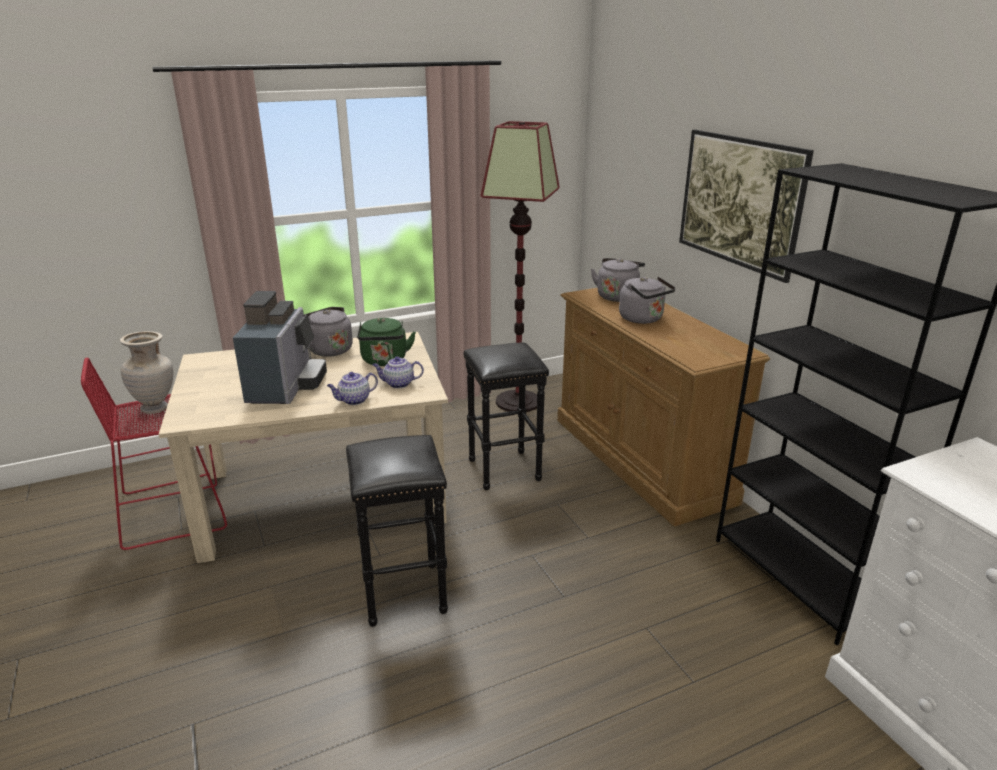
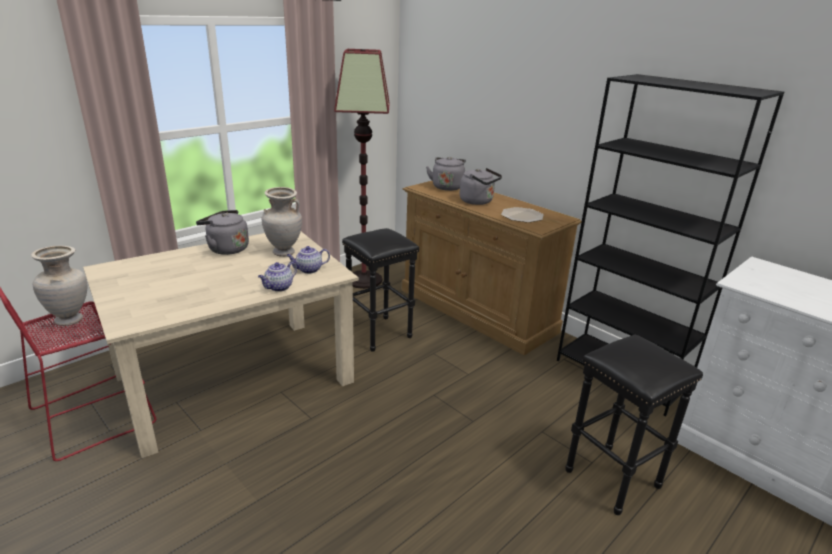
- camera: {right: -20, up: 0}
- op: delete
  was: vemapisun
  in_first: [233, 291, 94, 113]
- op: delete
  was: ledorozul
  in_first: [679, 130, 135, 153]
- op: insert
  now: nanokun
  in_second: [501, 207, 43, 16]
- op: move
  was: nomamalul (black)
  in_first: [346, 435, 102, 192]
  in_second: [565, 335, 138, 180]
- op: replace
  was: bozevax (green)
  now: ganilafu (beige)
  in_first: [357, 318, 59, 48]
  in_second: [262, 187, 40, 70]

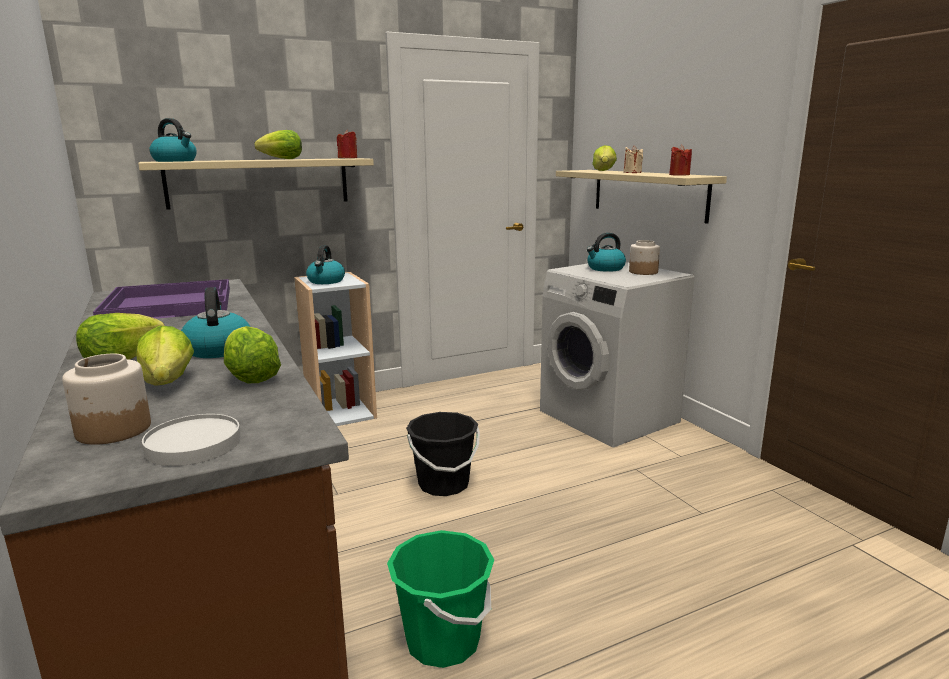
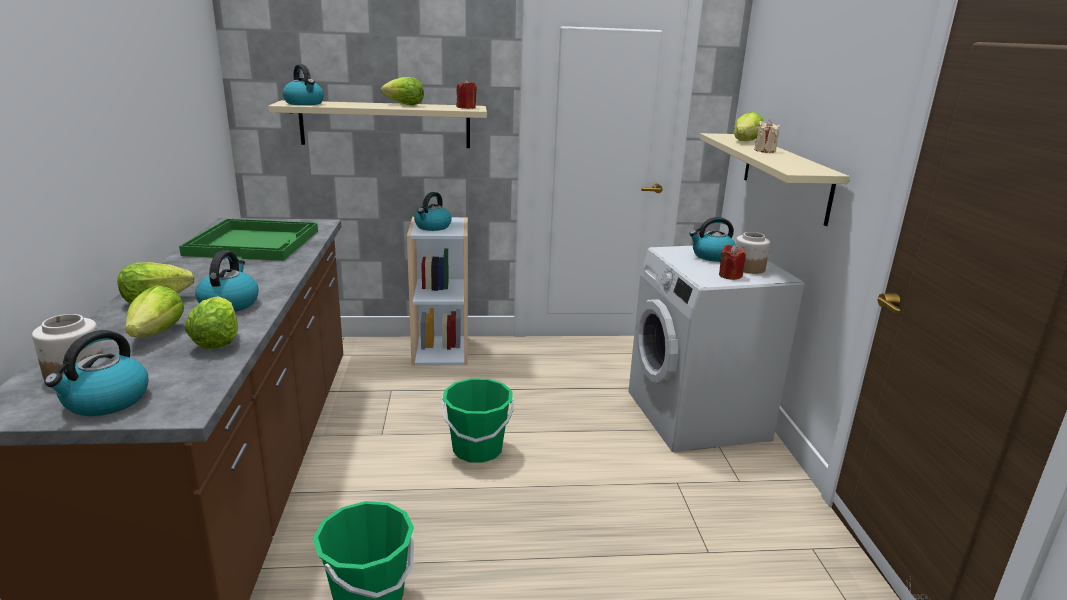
- camera: {right: 20, up: 5}
- op: move
  was: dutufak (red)
  in_first: [669, 145, 23, 31]
  in_second: [719, 245, 27, 35]
- op: replace
  was: nanokun (white)
  now: bozevax
  in_first: [142, 414, 99, 52]
  in_second: [44, 330, 104, 86]
- op: recolor
  was: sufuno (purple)
  now: sufuno (green)
  in_first: [93, 279, 137, 40]
  in_second: [179, 219, 139, 42]
- op: recolor
  was: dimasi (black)
  now: dimasi (green)
  in_first: [406, 412, 74, 84]
  in_second: [441, 378, 73, 85]

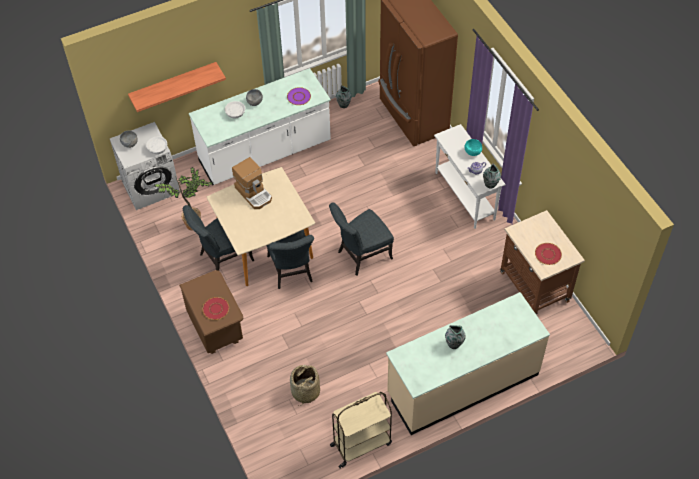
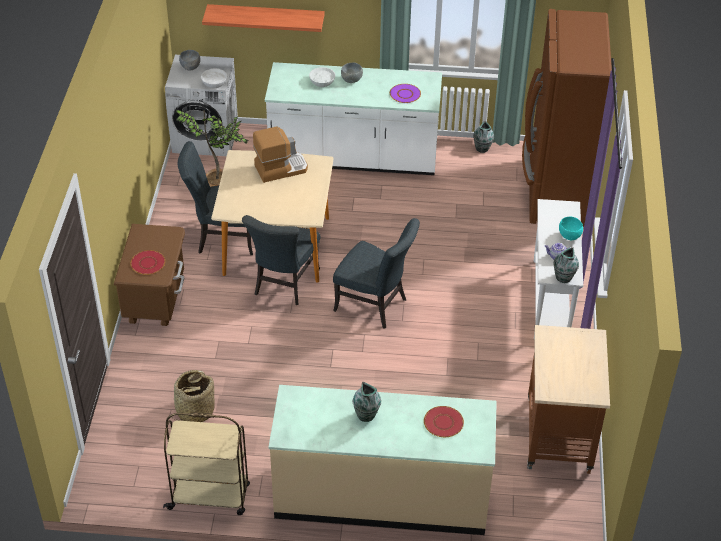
- camera: {right: 30, up: -10}
- op: move
  was: nanokun (red)
  in_first: [535, 243, 27, 22]
  in_second: [424, 406, 40, 31]
- op: rotate
  was: vemapisun
  in_first: [232, 157, 40, 52]
  in_second: [253, 127, 55, 56]
  clockwise: -105
- op: rotate
  was: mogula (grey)
  in_first: [329, 203, 65, 73]
  in_second: [333, 218, 87, 111]
  clockwise: -150

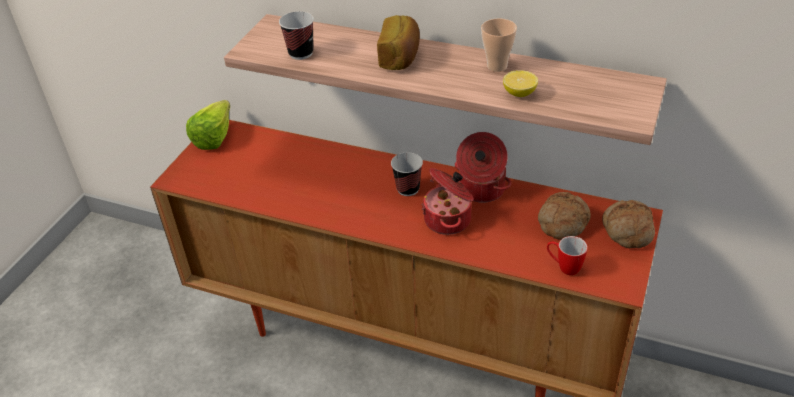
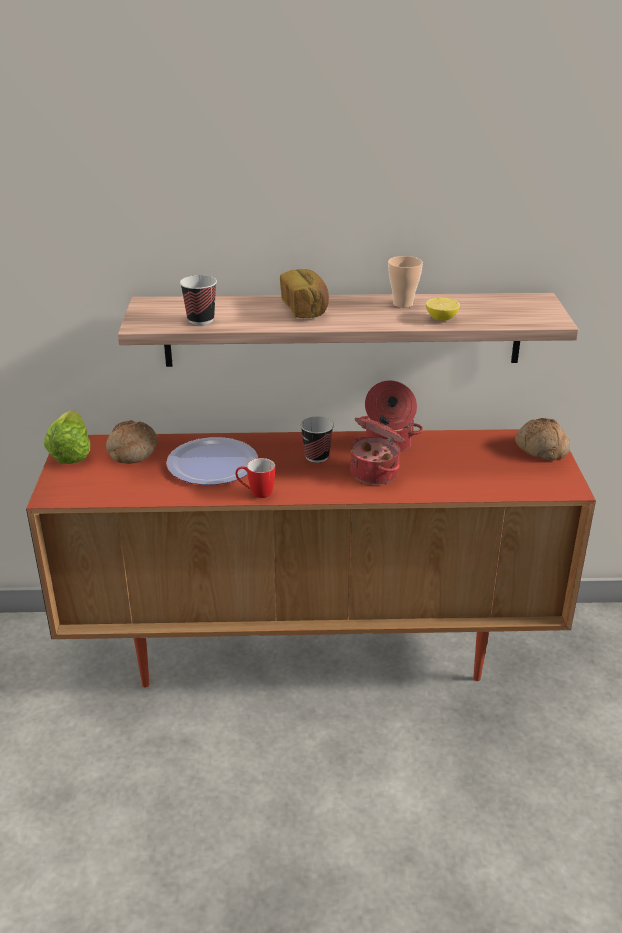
- camera: {right: -25, up: -10}
- op: insert
  now: nanokun
  in_second: [166, 437, 92, 48]
- op: move
  was: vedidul
  in_first: [538, 192, 53, 48]
  in_second: [106, 420, 52, 44]
- op: move
  was: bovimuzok
  in_first: [547, 236, 41, 39]
  in_second: [235, 458, 40, 40]

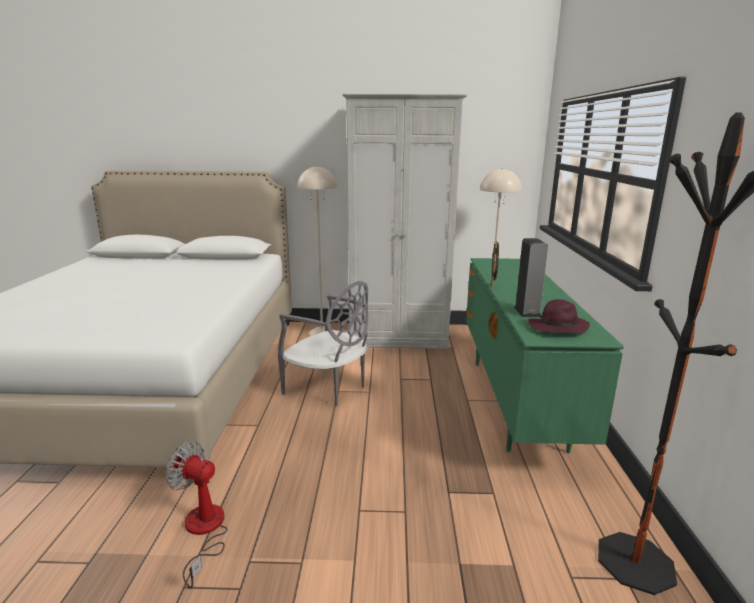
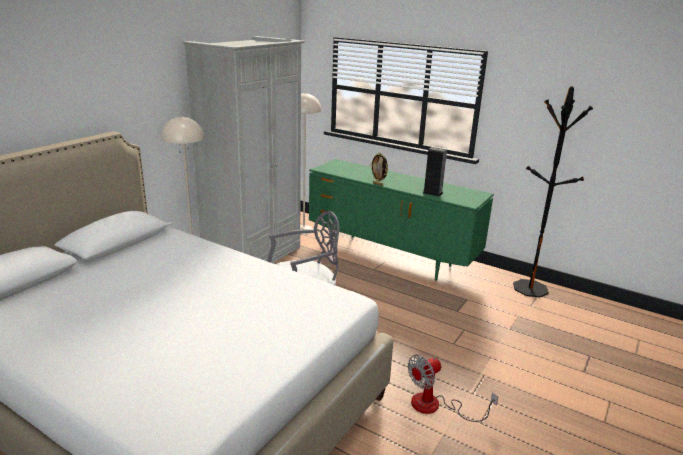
- camera: {right: -60, up: 5}
- op: delete
  was: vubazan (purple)
  in_first: [528, 299, 62, 35]

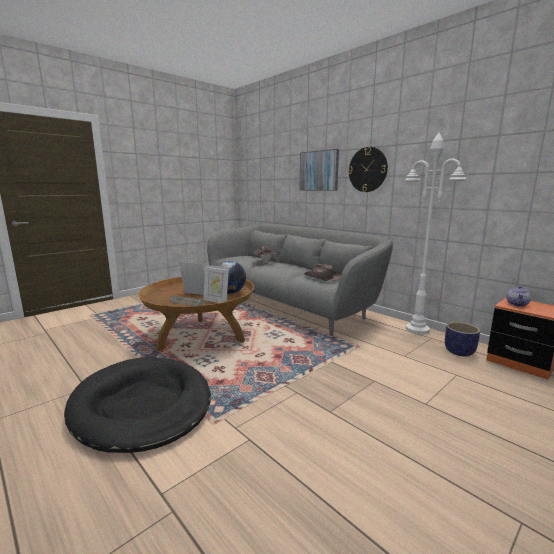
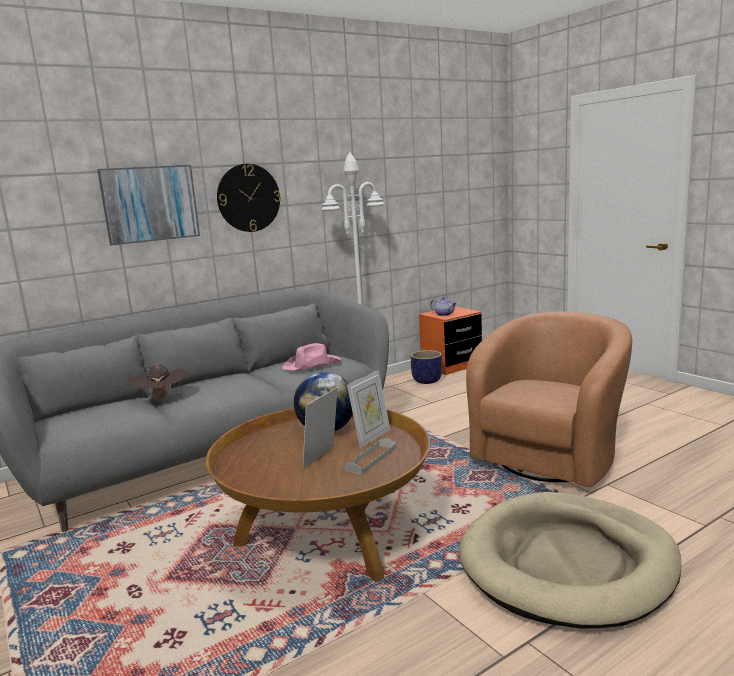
- camera: {right: -80, up: 0}
- op: insert
  now: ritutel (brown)
  in_second: [466, 312, 166, 175]
- op: recolor
  was: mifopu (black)
  now: mifopu (beige)
  in_first: [64, 357, 147, 96]
  in_second: [459, 492, 223, 136]
- op: recolor
  was: vubazan (brown)
  now: vubazan (pink)
  in_first: [304, 264, 37, 17]
  in_second: [282, 343, 59, 28]

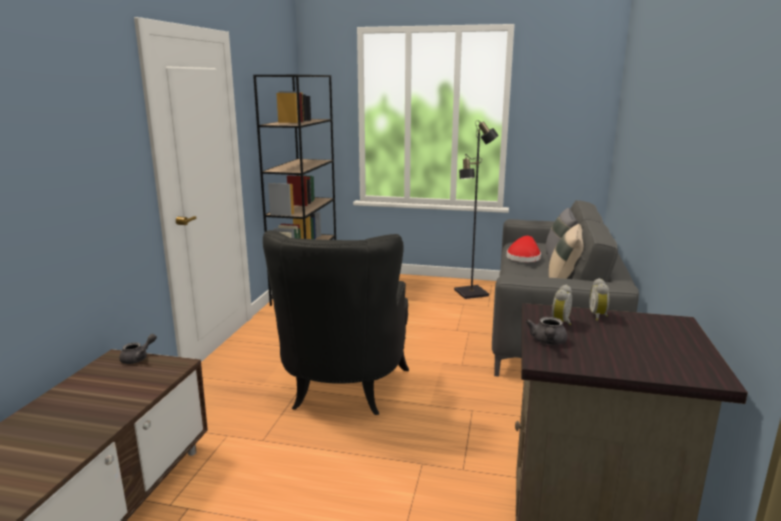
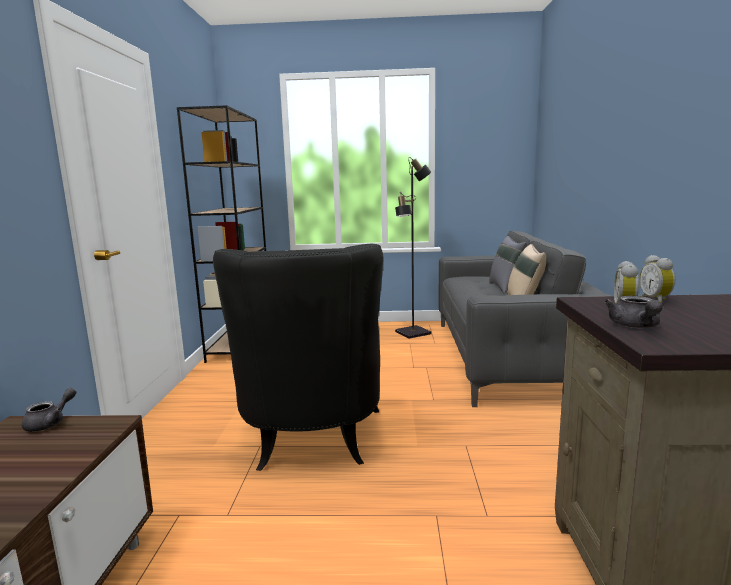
- camera: {right: -10, up: -5}
- op: delete
  was: vubazan (red)
  in_first: [507, 236, 34, 26]

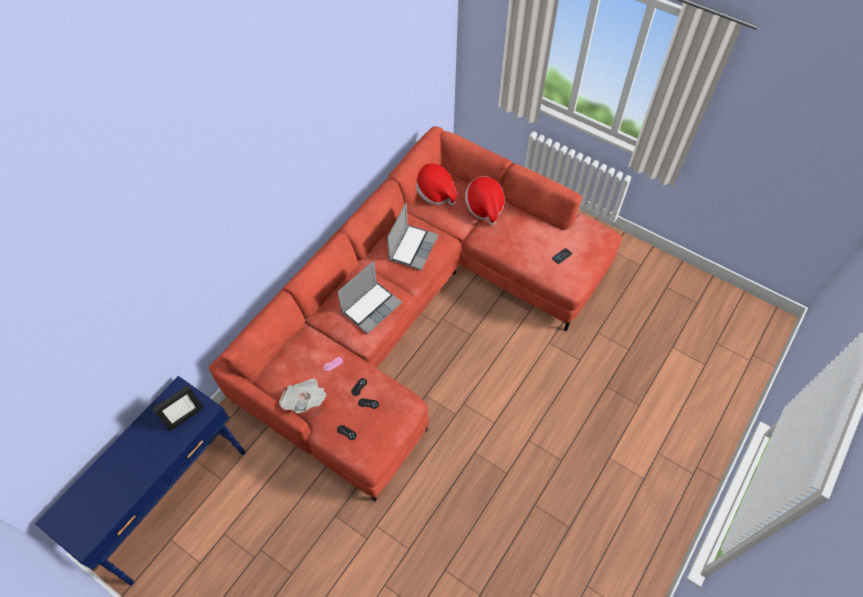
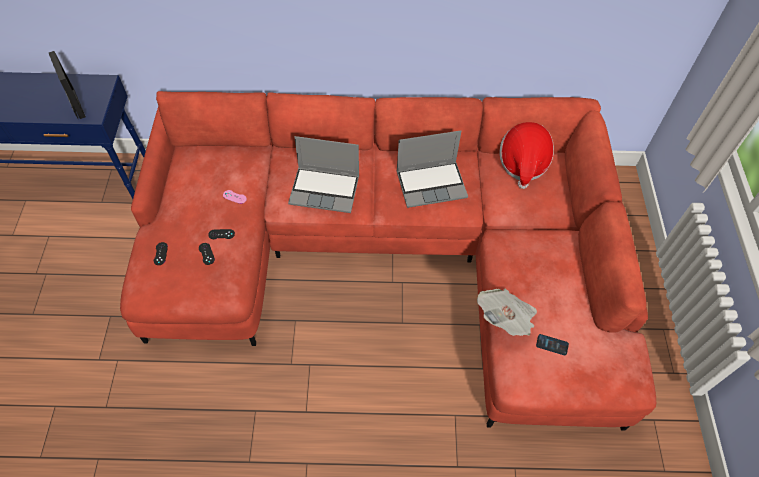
- camera: {right: 55, up: 0}
- op: delete
  was: vubazan
  in_first: [465, 176, 40, 50]
- op: move
  was: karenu
  in_first: [279, 378, 48, 35]
  in_second: [477, 289, 60, 47]
- op: rotate
  was: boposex
  in_first: [152, 385, 51, 46]
  in_second: [49, 51, 37, 69]
  clockwise: -135

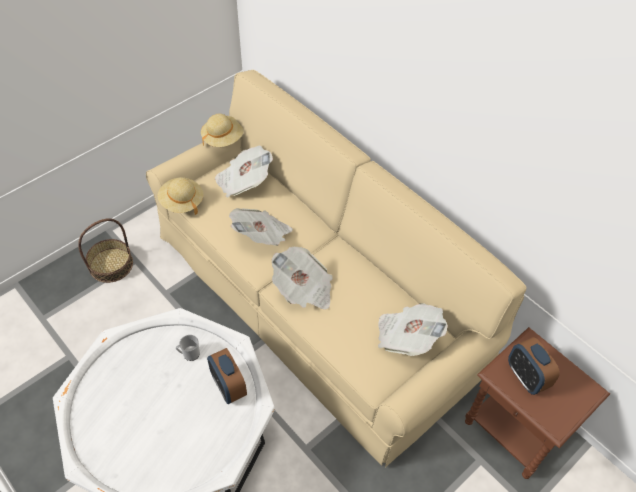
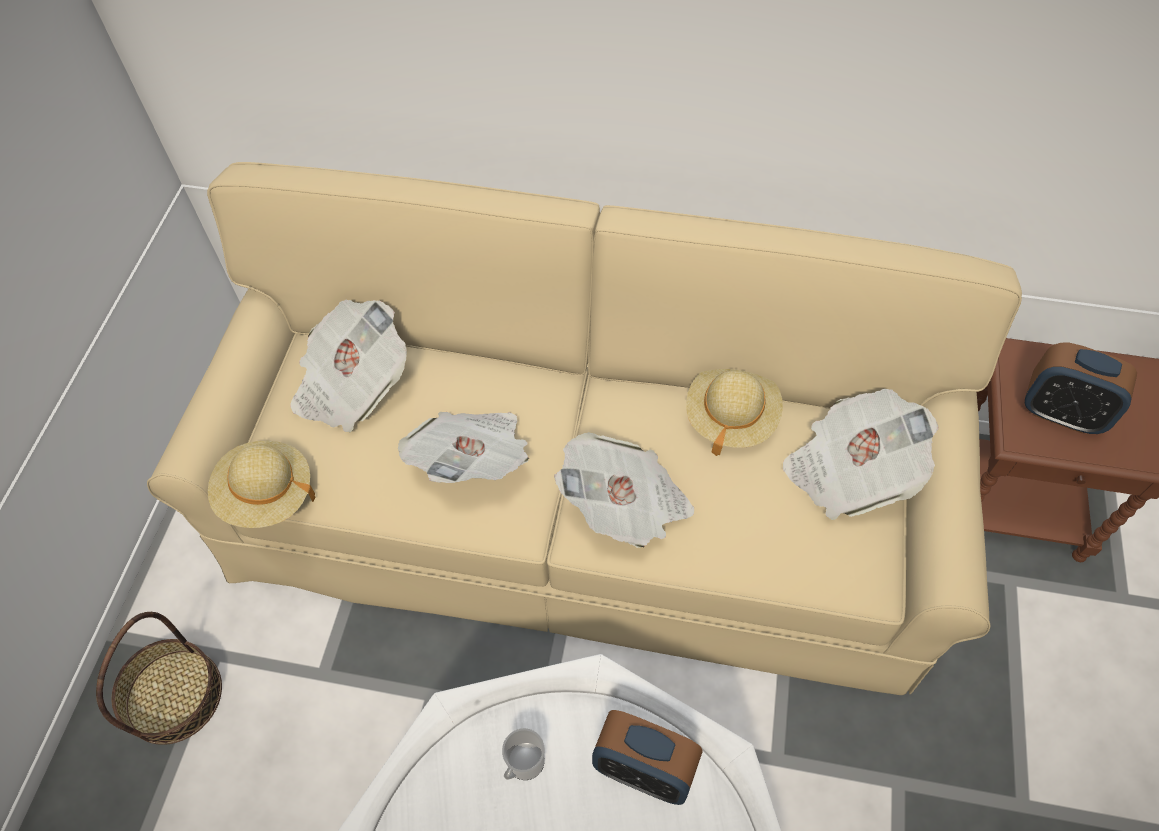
- camera: {right: -35, up: 5}
- op: move
  was: vubazan (beige)
  in_first: [201, 114, 43, 33]
  in_second: [686, 369, 97, 87]

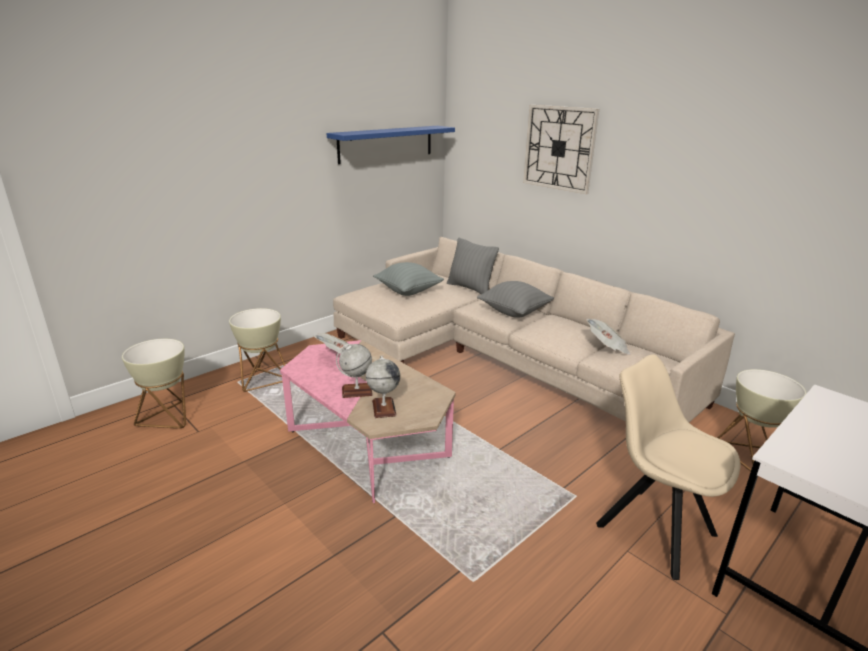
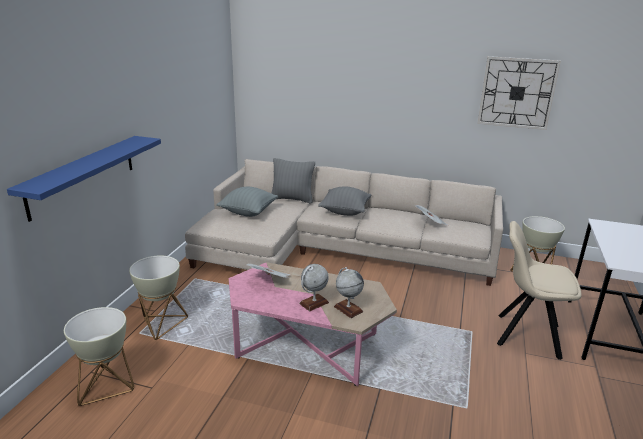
- camera: {right: -30, up: 0}
- op: move
  was: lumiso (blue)
  in_first: [327, 126, 128, 38]
  in_second: [7, 136, 154, 86]
- op: move
  was: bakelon
  in_first: [523, 105, 76, 89]
  in_second: [477, 56, 84, 74]

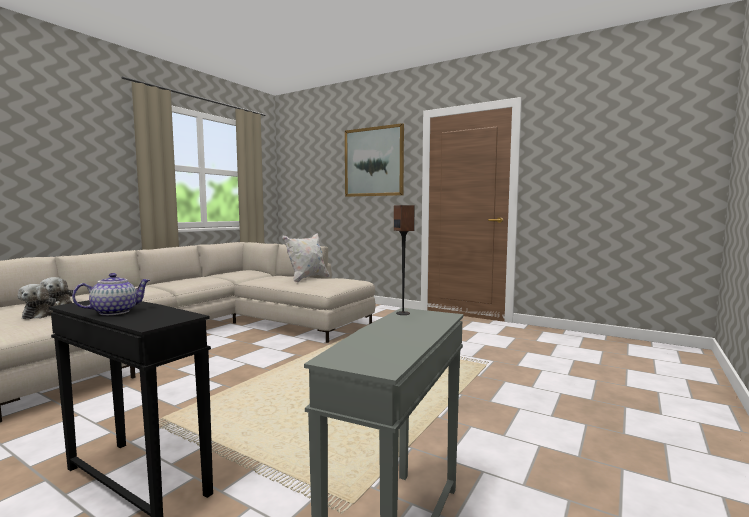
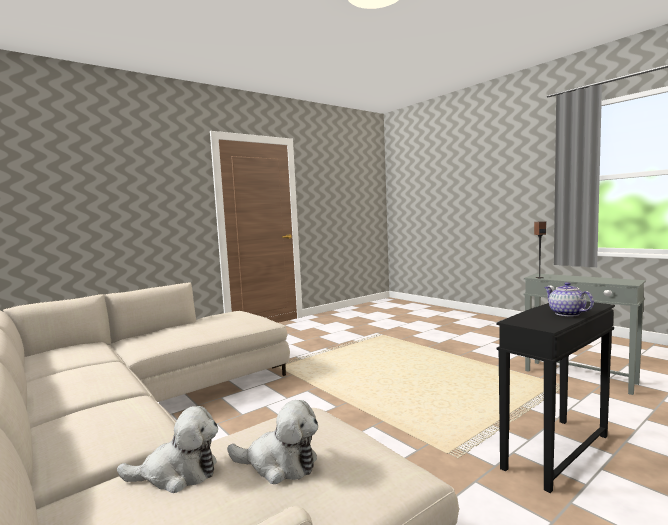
- camera: {right: -70, up: 0}
- op: delete
  was: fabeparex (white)
  in_first: [282, 233, 48, 50]
- op: delete
  was: ledorozul
  in_first: [345, 123, 59, 74]

